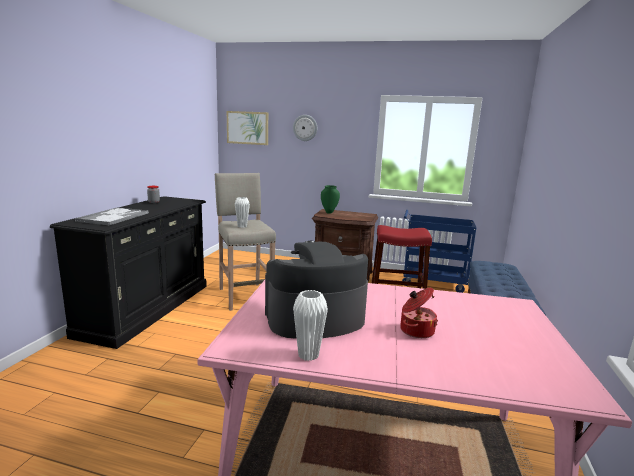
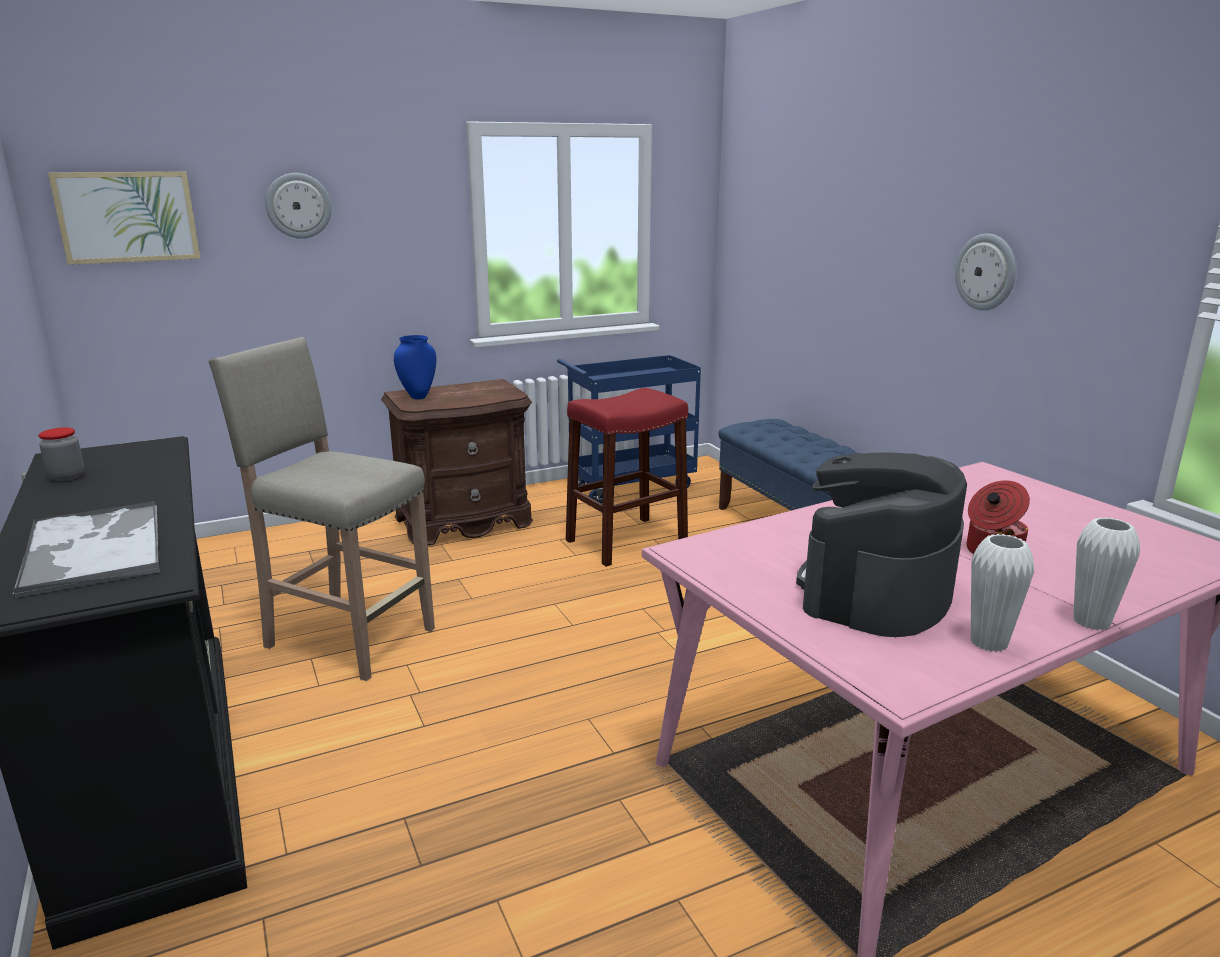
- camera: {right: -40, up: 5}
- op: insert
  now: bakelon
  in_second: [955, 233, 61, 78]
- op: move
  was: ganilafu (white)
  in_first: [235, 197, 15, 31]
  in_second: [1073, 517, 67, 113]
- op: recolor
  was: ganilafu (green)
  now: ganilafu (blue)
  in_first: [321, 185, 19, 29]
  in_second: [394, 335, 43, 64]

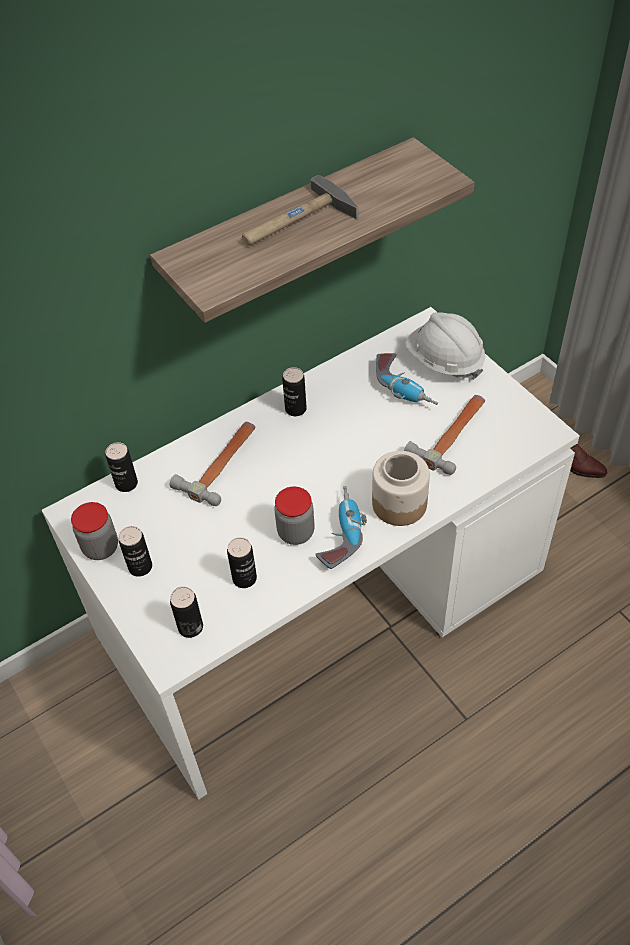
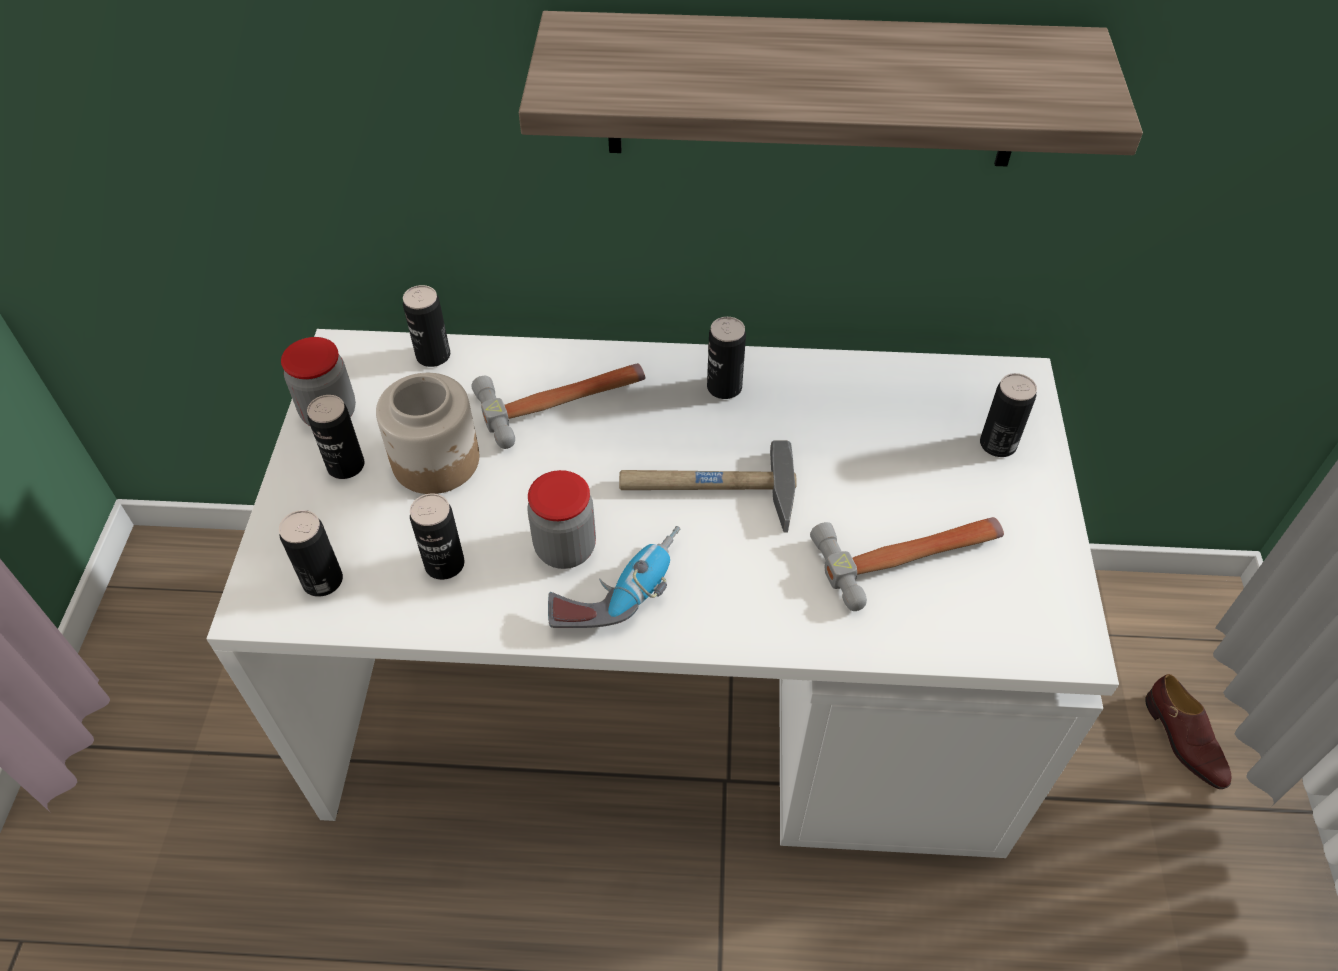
- camera: {right: 35, up: 0}
- op: delete
  was: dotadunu
  in_first: [376, 353, 62, 52]
- op: move
  was: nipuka
  in_first: [242, 175, 117, 71]
  in_second: [619, 440, 178, 93]
- op: move
  was: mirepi
  in_first: [372, 451, 58, 75]
  in_second: [376, 373, 103, 121]
- op: replace
  was: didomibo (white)
  now: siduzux
  in_first: [405, 312, 80, 68]
  in_second: [980, 373, 57, 84]

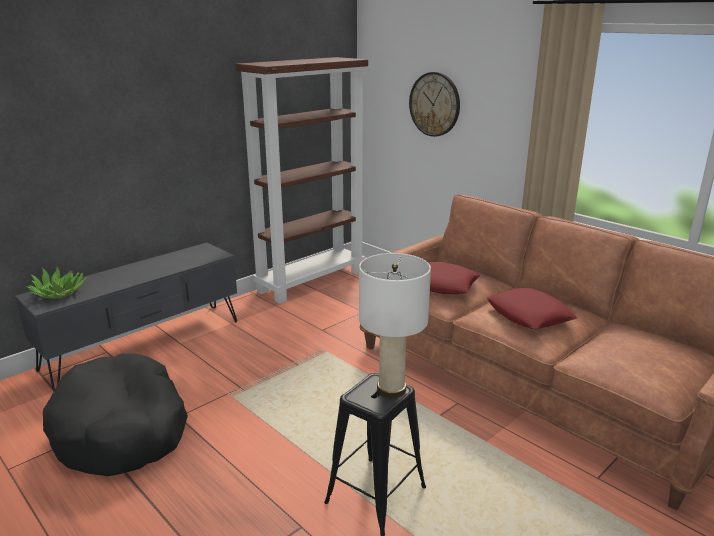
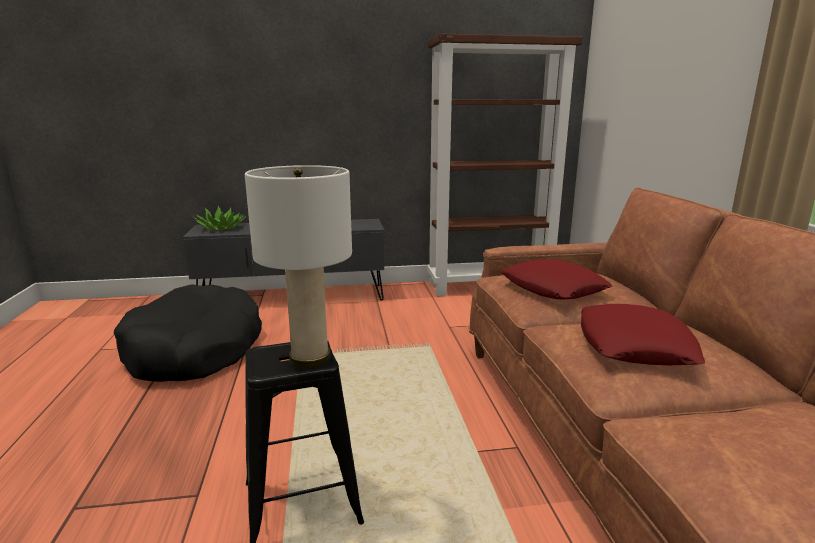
- camera: {right: 35, up: -5}
- op: delete
  was: bakelon
  in_first: [409, 72, 51, 65]

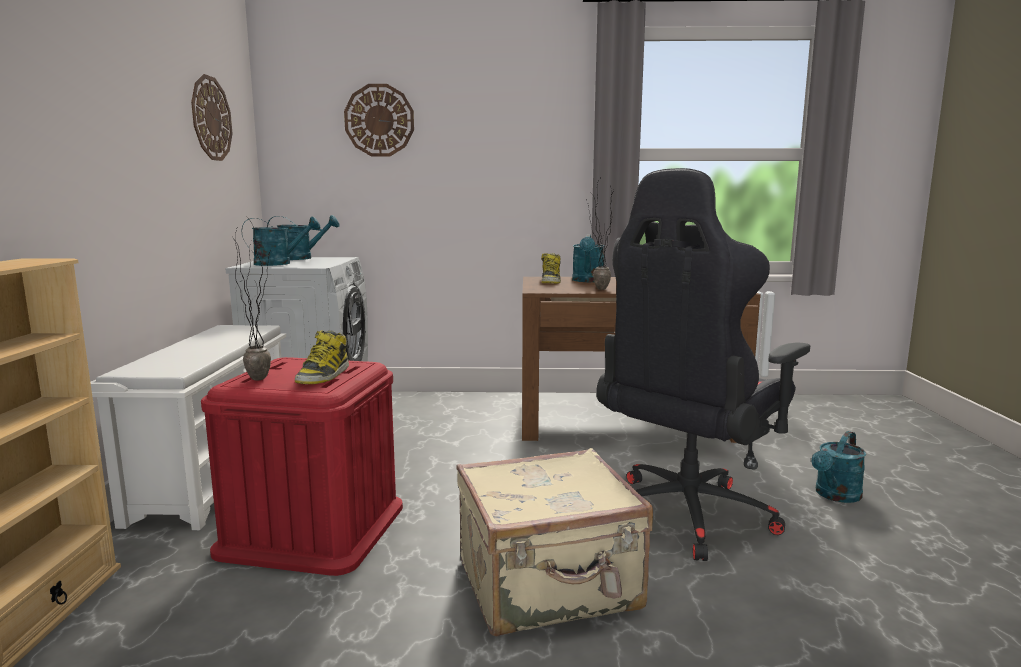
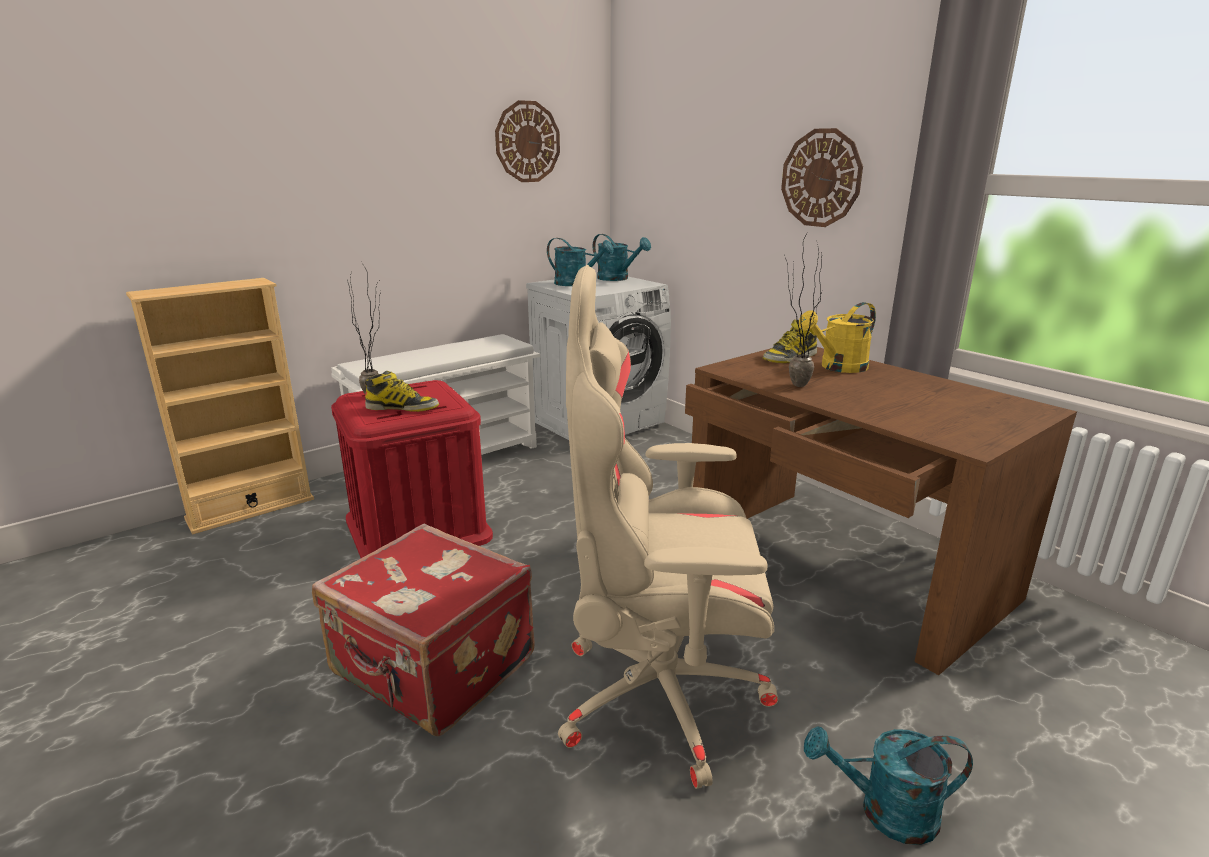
- camera: {right: 50, up: 10}
- op: move
  was: bakelon
  in_first: [344, 84, 70, 73]
  in_second: [781, 128, 82, 99]
- op: recolor
  was: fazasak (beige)
  now: fazasak (red)
  in_first: [457, 448, 196, 189]
  in_second: [312, 524, 223, 212]
- op: recolor
  was: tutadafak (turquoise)
  now: tutadafak (yellow)
  in_first: [572, 234, 32, 48]
  in_second: [799, 302, 77, 71]
- op: recolor
  was: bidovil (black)
  now: bidovil (beige)
  in_first: [596, 168, 214, 393]
  in_second: [558, 265, 220, 524]
- op: rotate
  was: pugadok
  in_first: [295, 330, 54, 54]
  in_second: [365, 371, 74, 41]
  clockwise: -150

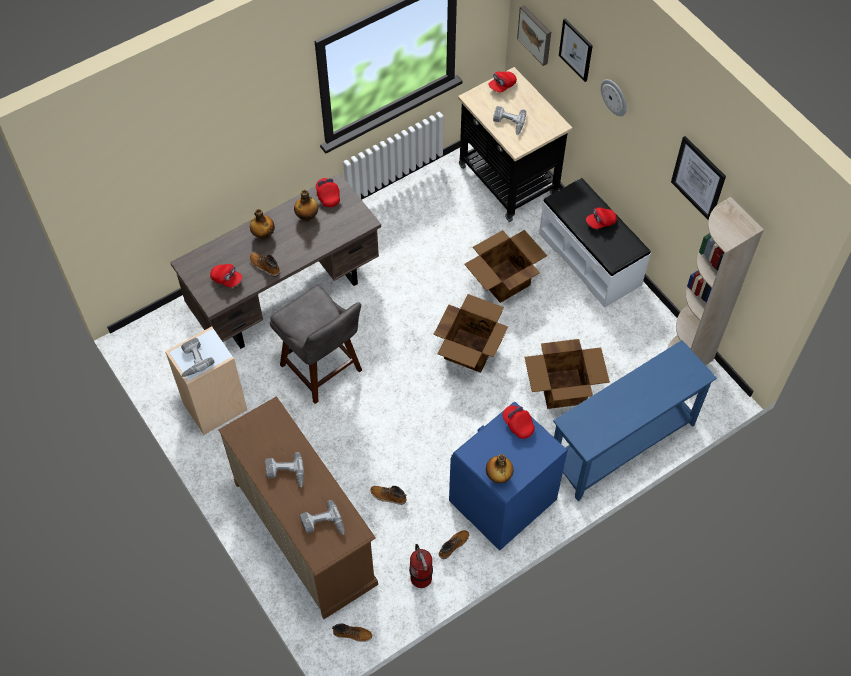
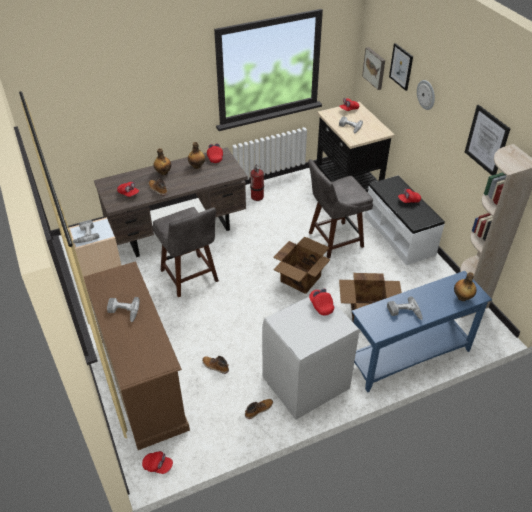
- camera: {right: 10, up: -15}
- op: move
  was: dotadunu
  in_first: [300, 500, 44, 35]
  in_second: [387, 296, 35, 24]
- op: move
  was: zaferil
  in_first: [409, 544, 24, 44]
  in_second: [250, 165, 14, 36]
- op: move
  was: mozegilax
  in_first: [486, 454, 27, 29]
  in_second: [454, 272, 23, 29]
- op: replace
  was: pugadok
  now: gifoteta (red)
  in_first: [332, 624, 40, 18]
  in_second: [142, 451, 31, 23]
- op: replace
  was: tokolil
  now: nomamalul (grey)
  in_first: [464, 230, 83, 73]
  in_second: [308, 159, 65, 99]
- op: recolor
  was: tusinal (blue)
  now: tusinal (white)
  in_first: [449, 402, 119, 149]
  in_second: [262, 297, 98, 123]

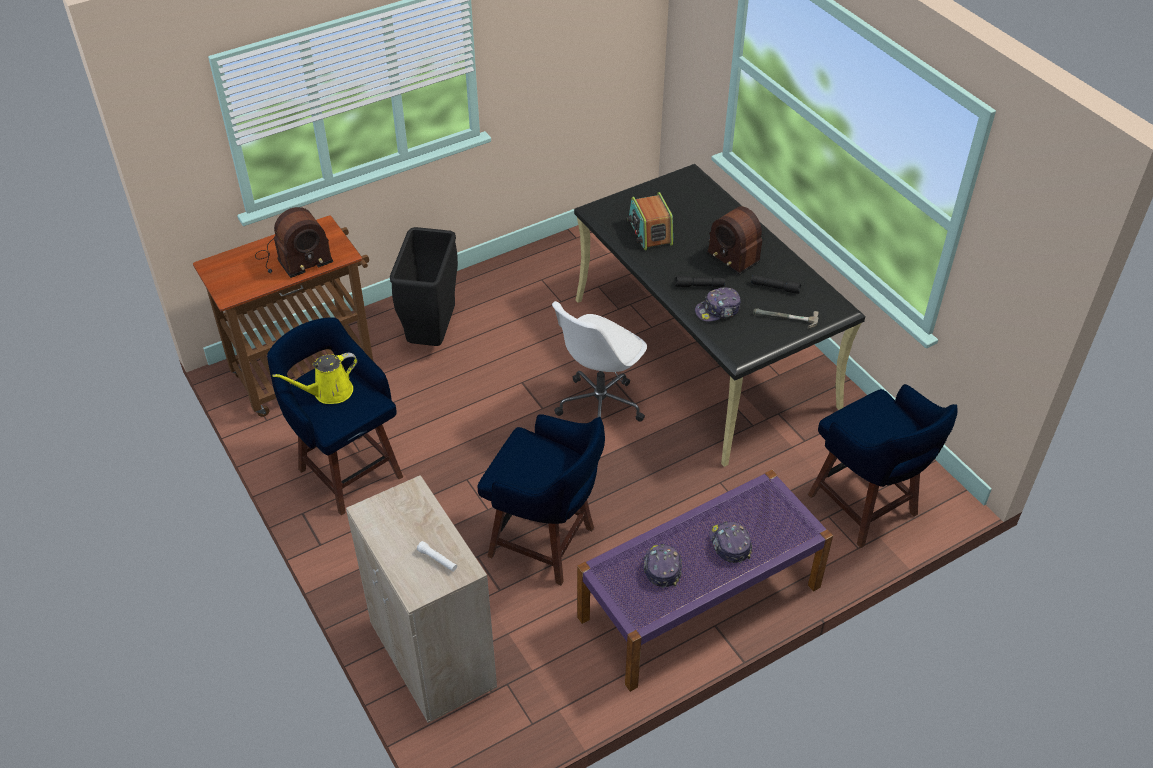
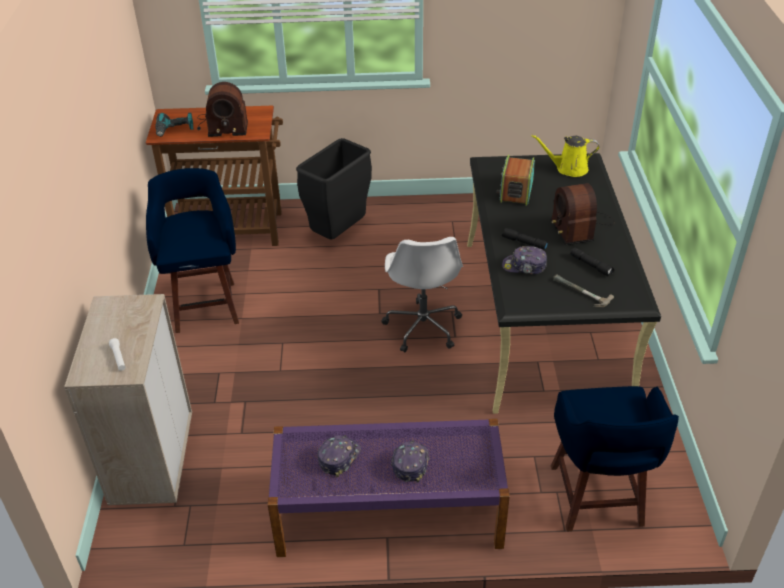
- camera: {right: 30, up: -5}
- op: delete
  was: nomamalul (blue)
  in_first: [478, 414, 127, 171]
- op: insert
  now: dotadunu
  in_second: [155, 112, 38, 25]
- op: move
  was: tutadafak (yellow)
  in_first: [273, 353, 85, 51]
  in_second: [532, 135, 67, 42]
- op: rotate
  was: bidovil (white)
  in_first: [552, 301, 95, 121]
  in_second: [381, 237, 82, 115]
  clockwise: -75

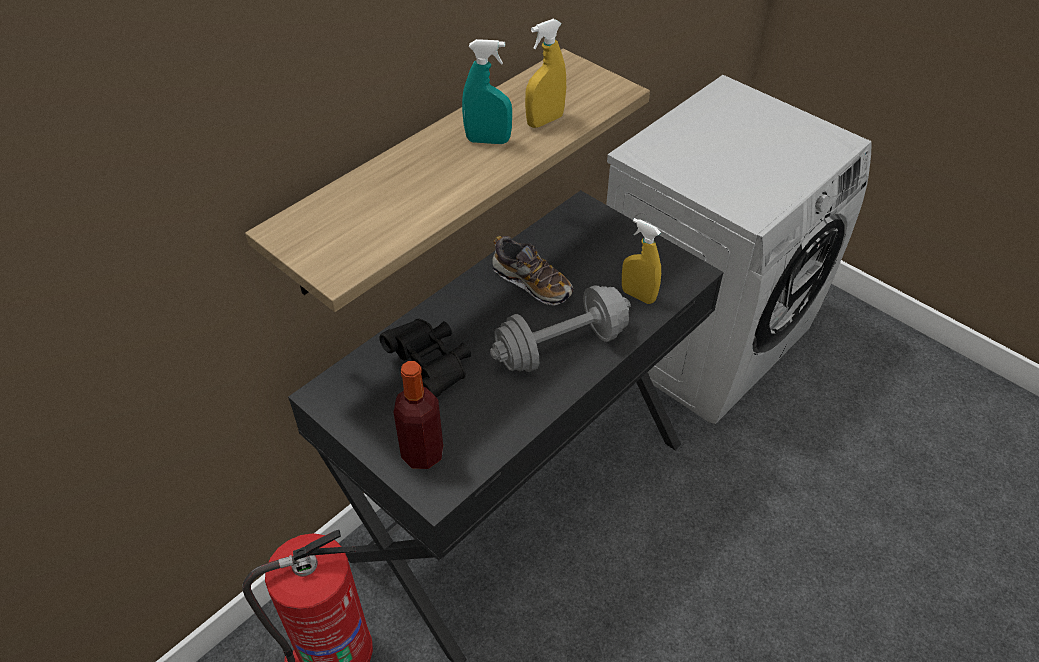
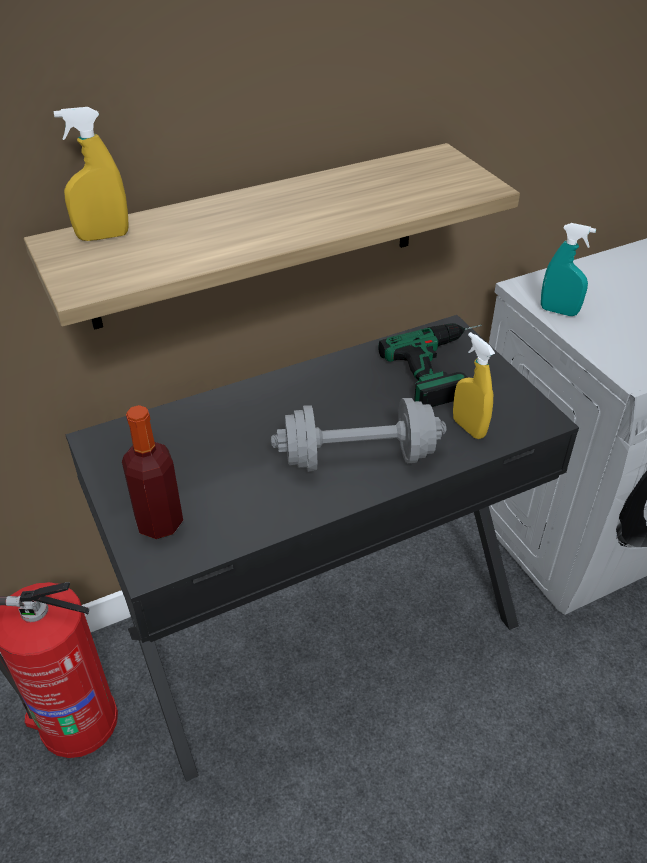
- camera: {right: 20, up: -5}
- op: delete
  was: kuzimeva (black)
  in_first: [379, 318, 92, 79]
- op: delete
  was: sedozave
  in_first: [492, 236, 82, 70]
- op: insert
  now: dotadunu
  in_second: [378, 323, 104, 84]
- op: move
  was: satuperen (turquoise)
  in_first: [462, 39, 50, 105]
  in_second: [541, 223, 55, 93]
- op: move
  was: satuperen (yellow)
  in_first: [525, 19, 41, 109]
  in_second: [54, 107, 75, 134]

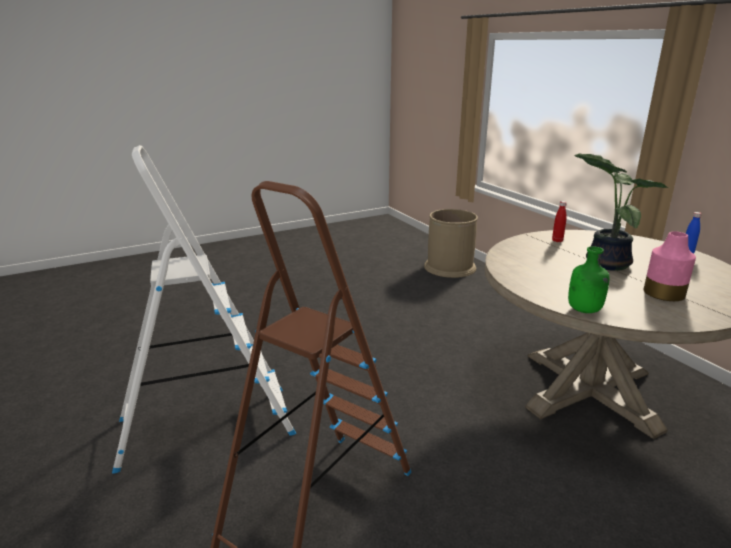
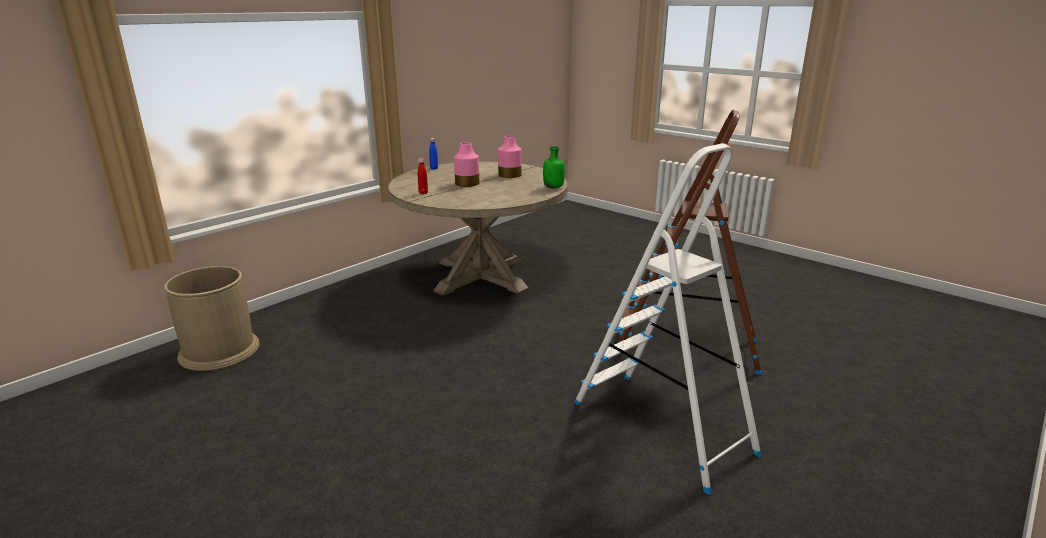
- camera: {right: -110, up: 0}
- op: replace
  was: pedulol
  now: ganilafu (pink)
  in_first: [574, 153, 95, 118]
  in_second: [454, 142, 25, 45]

